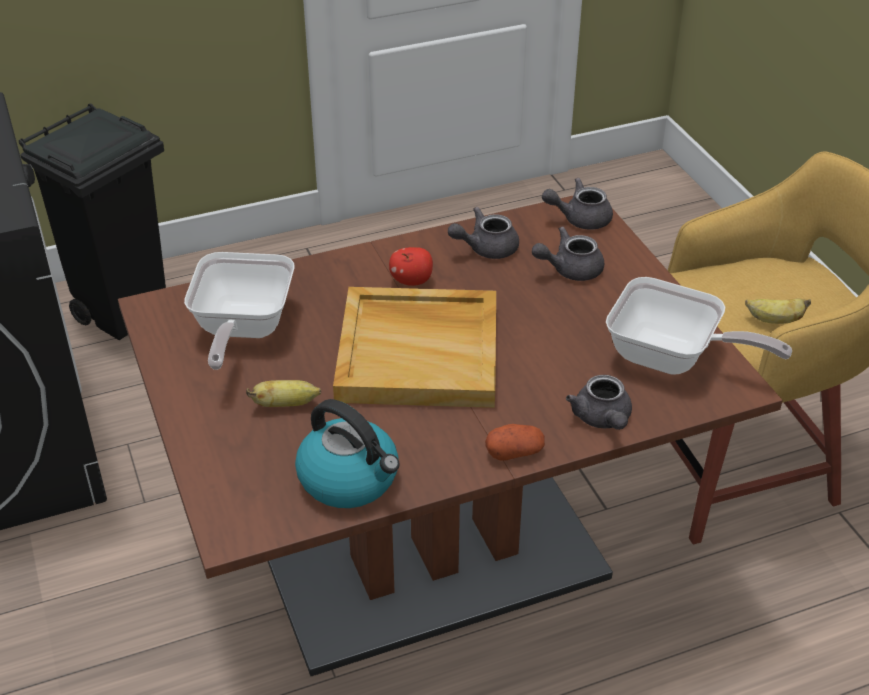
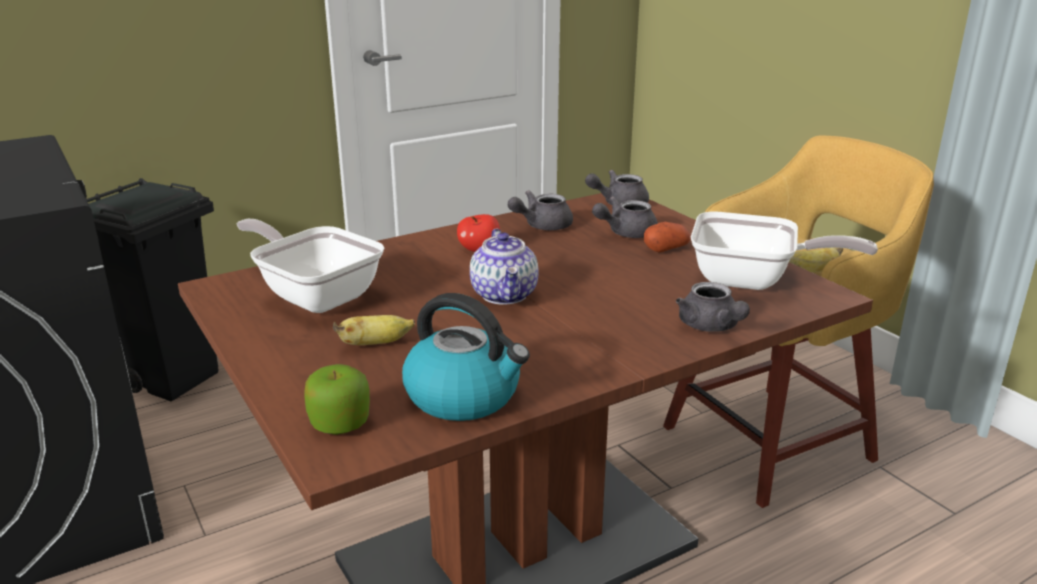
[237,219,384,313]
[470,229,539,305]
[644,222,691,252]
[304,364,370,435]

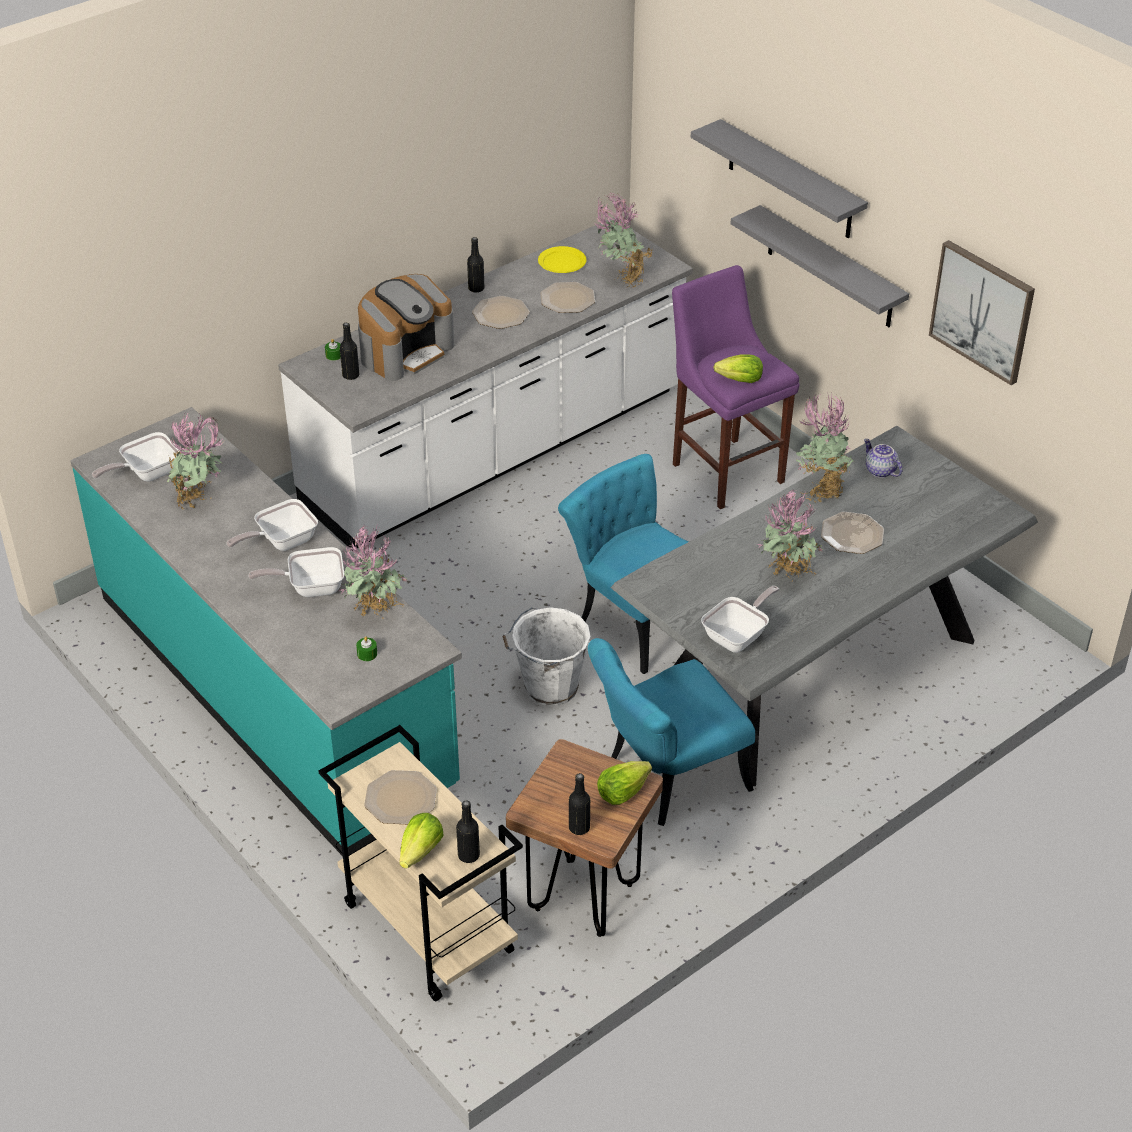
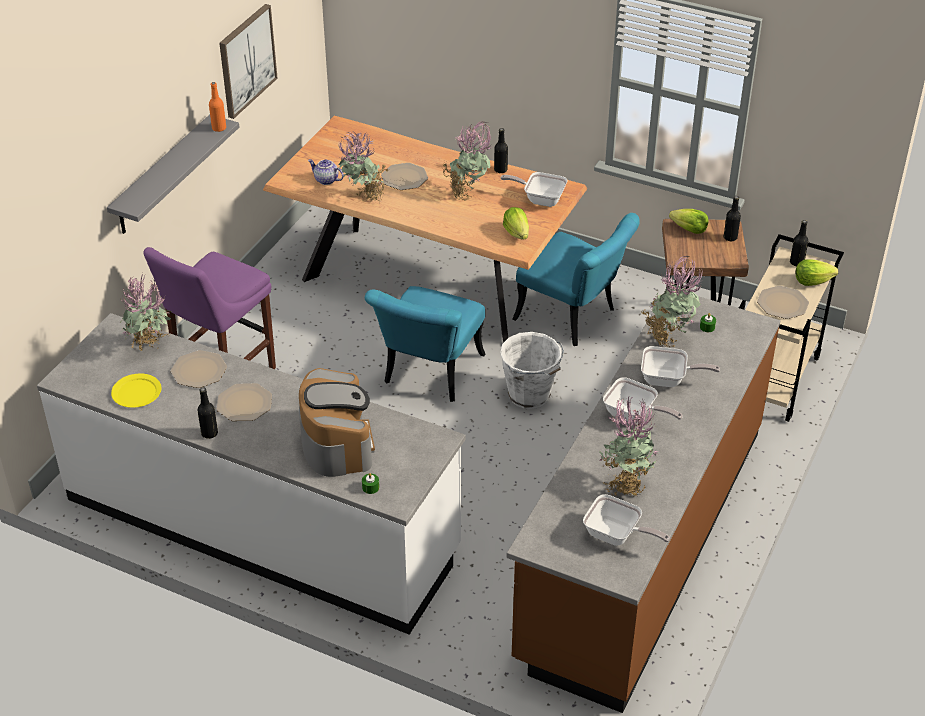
[691,119,868,239] (first image)
[299,368,375,477]
[494,128,508,173]
[503,207,529,240]
[507,296,780,713]
[263,116,587,343]
[308,159,344,185]
[641,346,720,387]
[209,82,226,132]

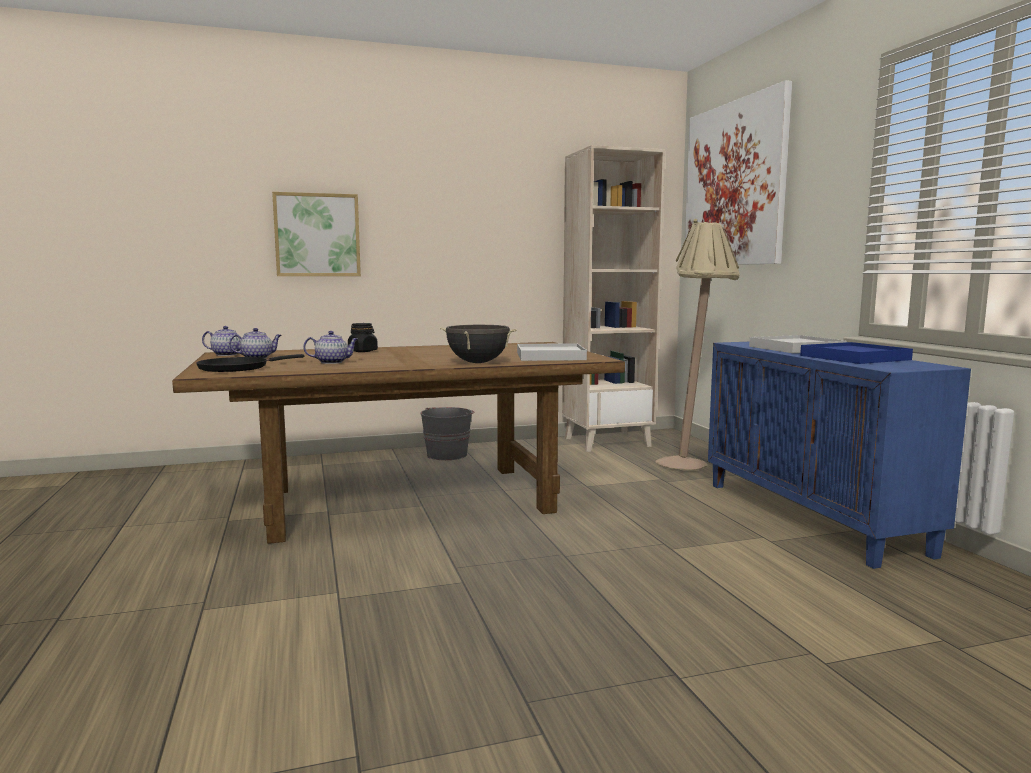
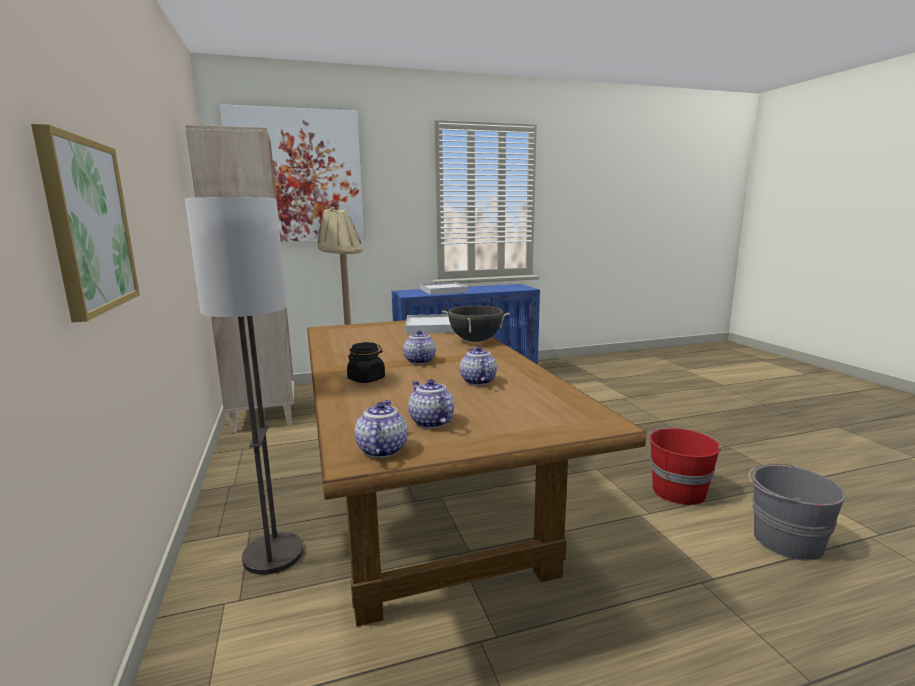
[800,342,913,364] (first image)
[196,354,304,372] (first image)
[749,464,846,560]
[185,197,304,575]
[403,330,436,364]
[649,428,723,505]

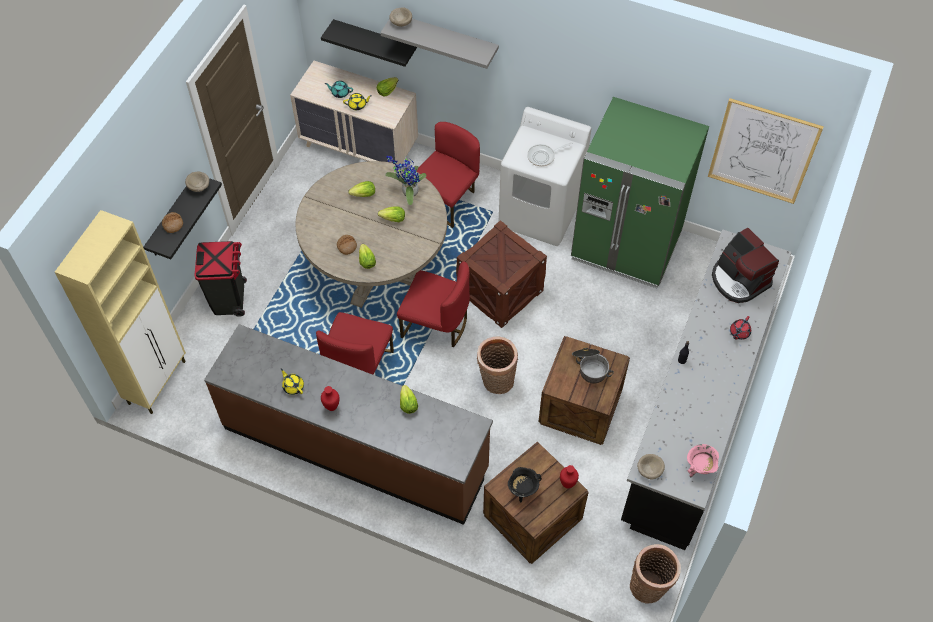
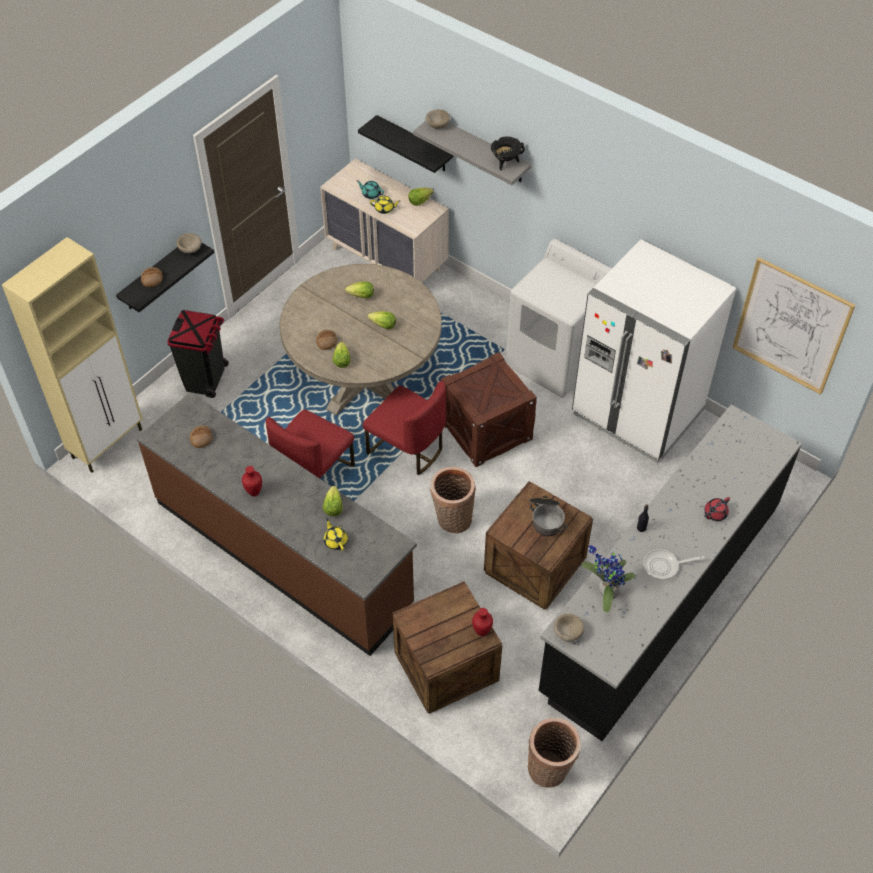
[572,239,736,463]
[416,122,480,228] (first image)
[643,549,705,580]
[582,545,635,612]
[712,228,779,303] (first image)
[324,518,348,551]
[687,444,719,477] (first image)
[491,137,525,170]
[190,425,213,448]

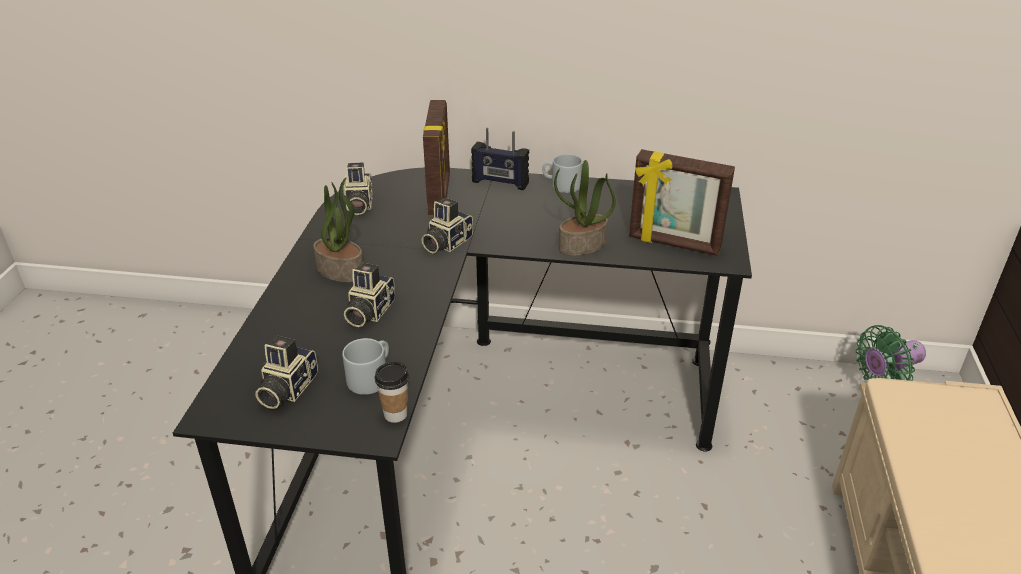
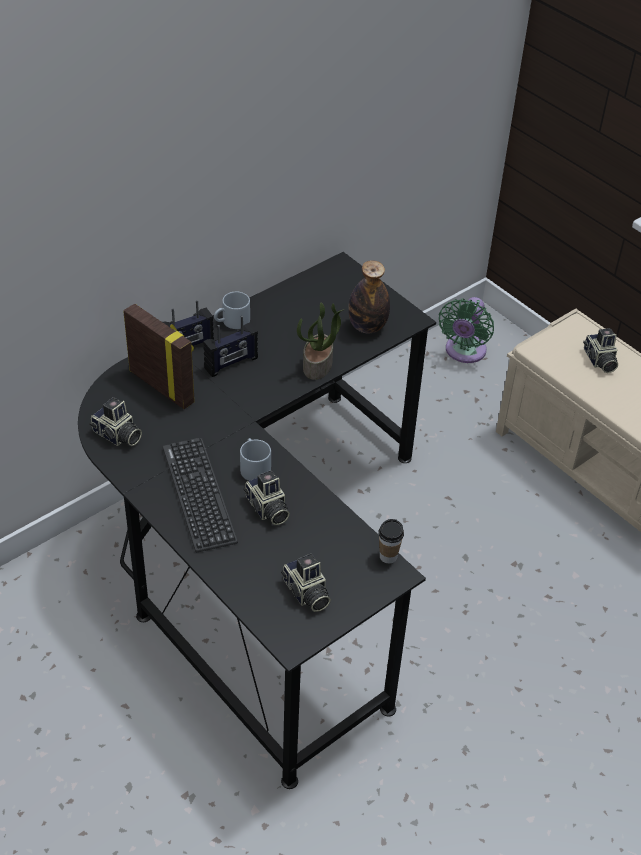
[348,260,390,333]
[163,438,238,552]
[583,328,618,373]
[240,438,271,481]
[203,316,258,377]

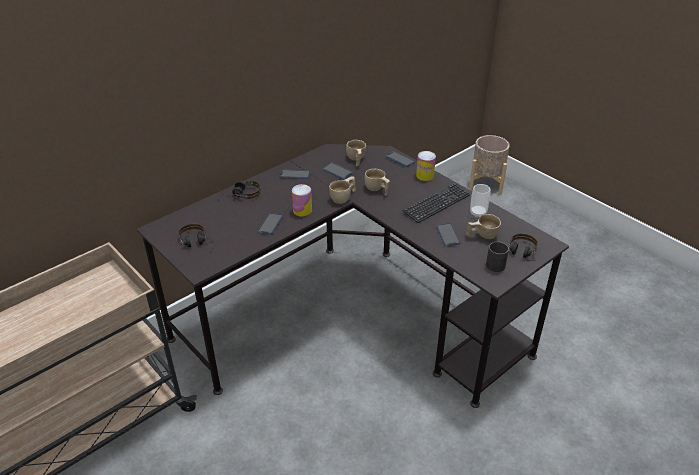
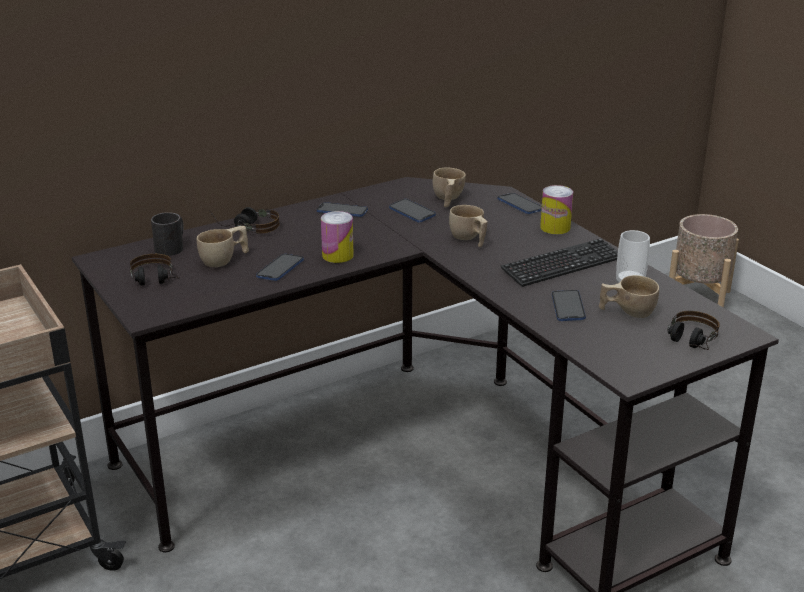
[197,226,249,267]
[151,212,184,256]

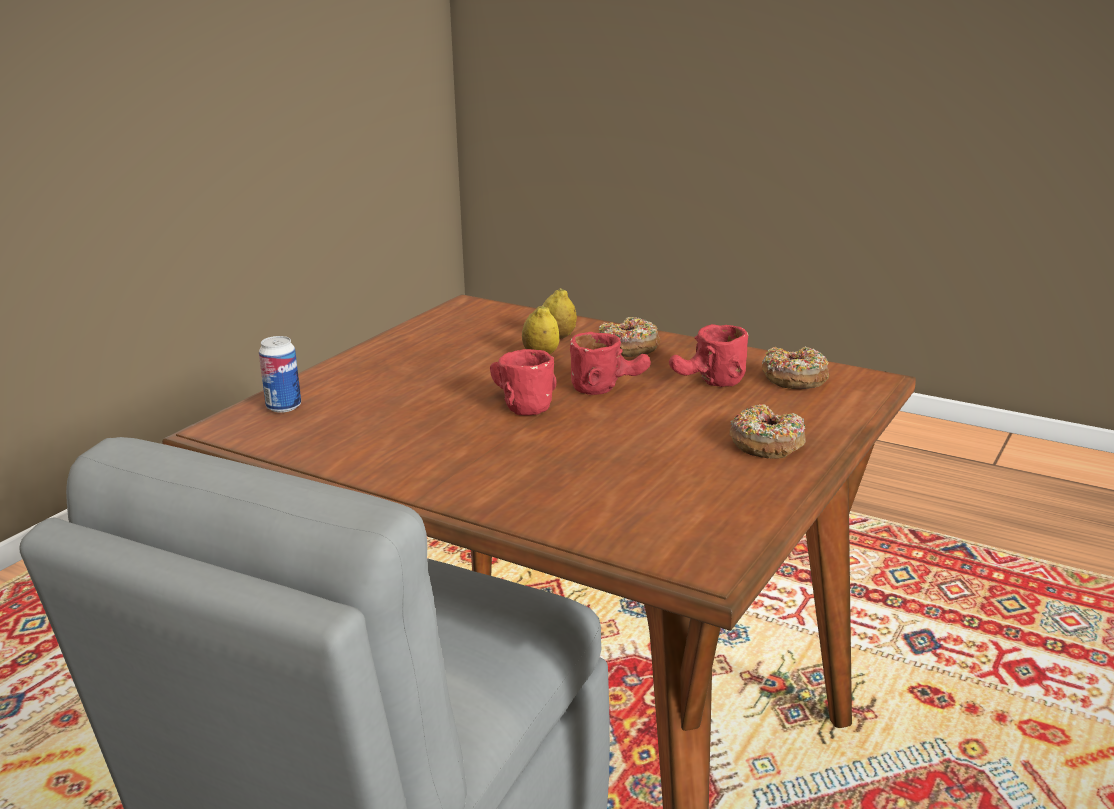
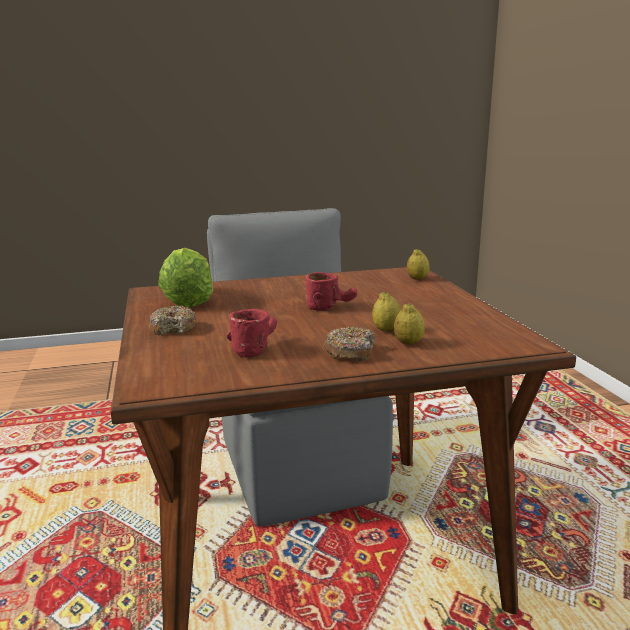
[570,332,651,395] (first image)
[407,249,430,280]
[762,346,829,389] (first image)
[159,248,213,307]

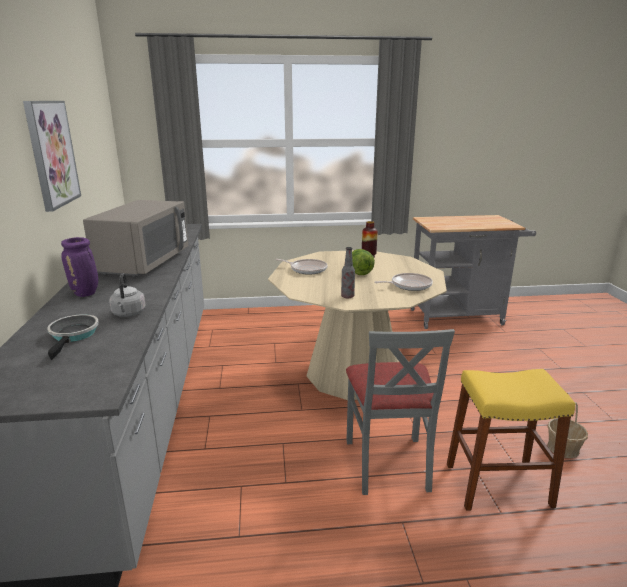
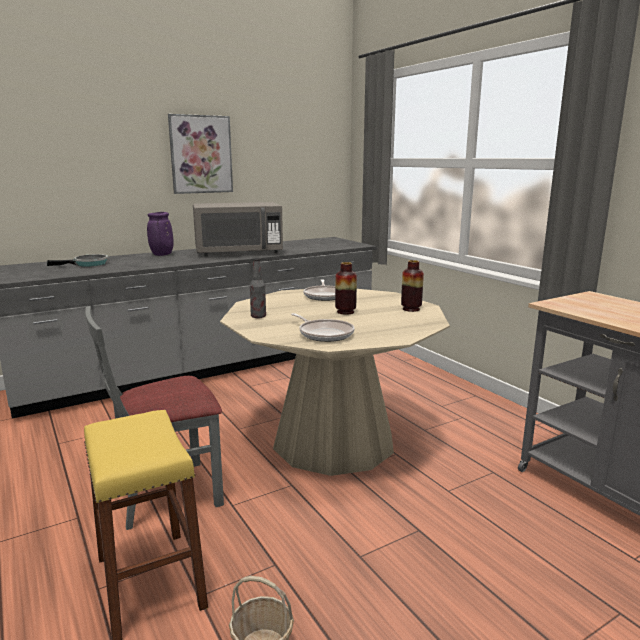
[335,262,357,315]
[109,273,146,317] (first image)

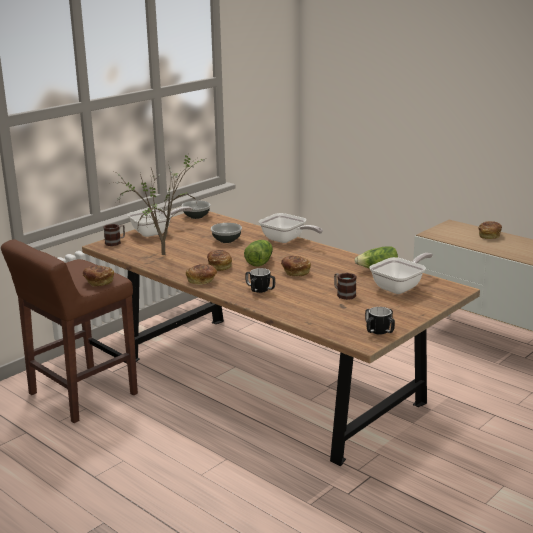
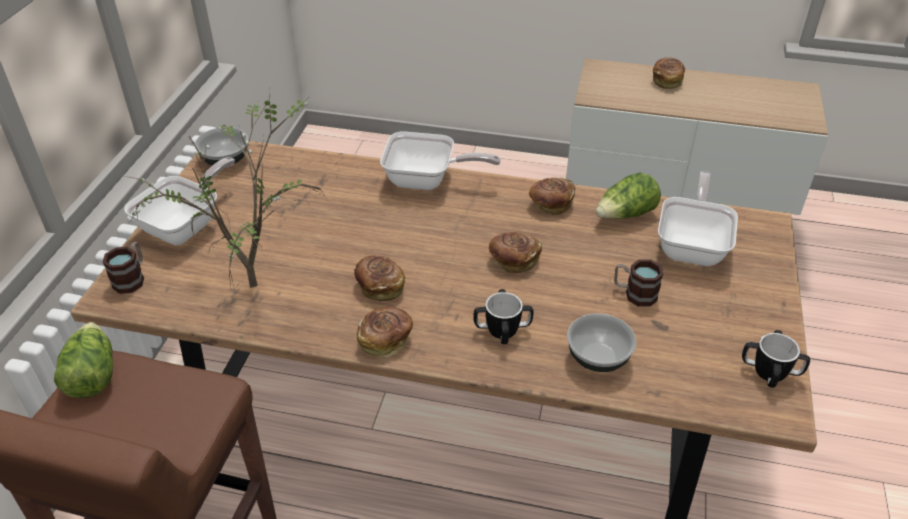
[567,313,636,372]
[54,322,113,398]
[529,178,575,216]

